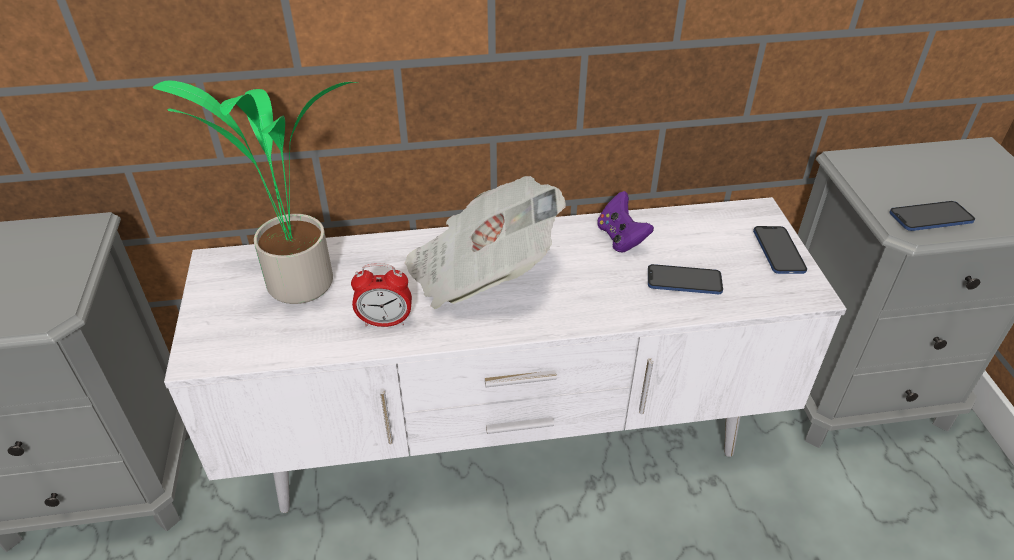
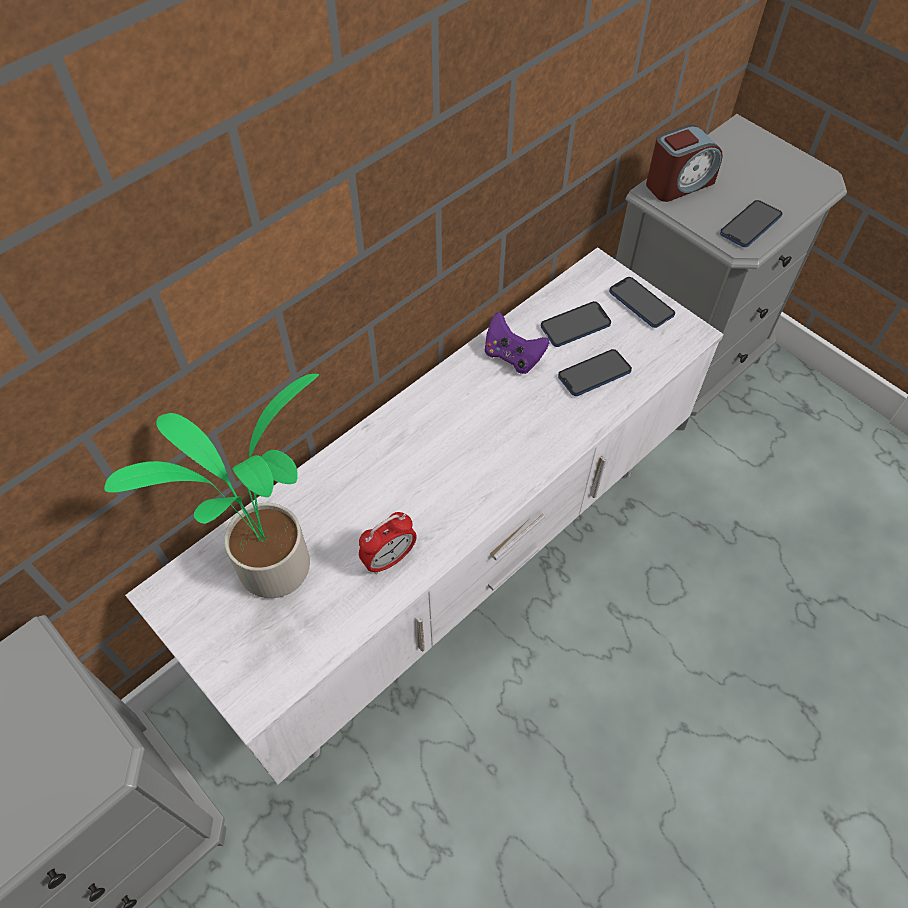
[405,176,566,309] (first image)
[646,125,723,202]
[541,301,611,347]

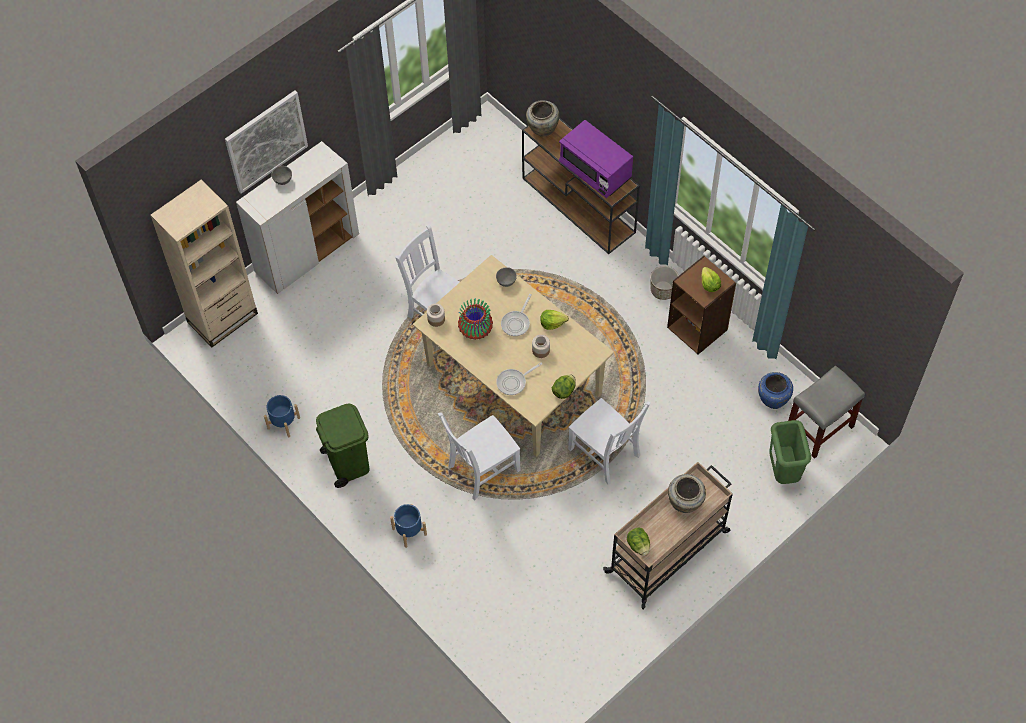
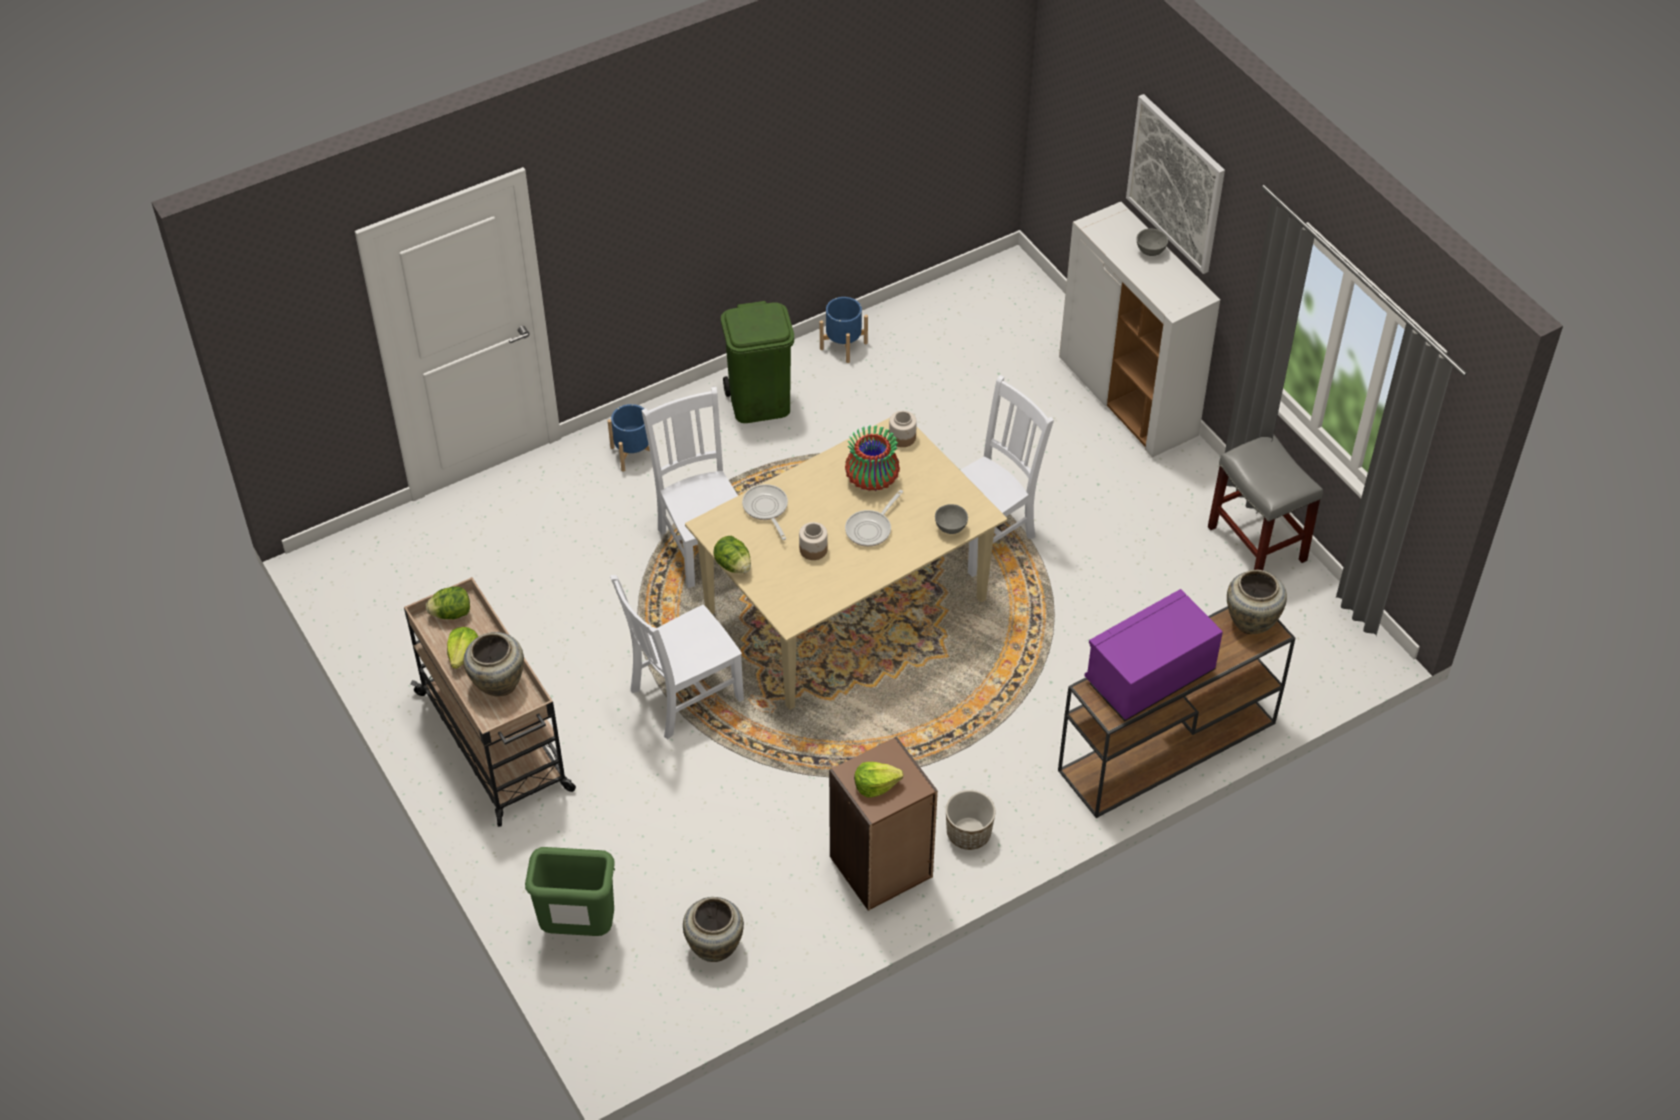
[150,180,258,347] (first image)
[845,490,903,547]
[447,627,478,669]
[1208,435,1323,570]
[683,897,744,962]

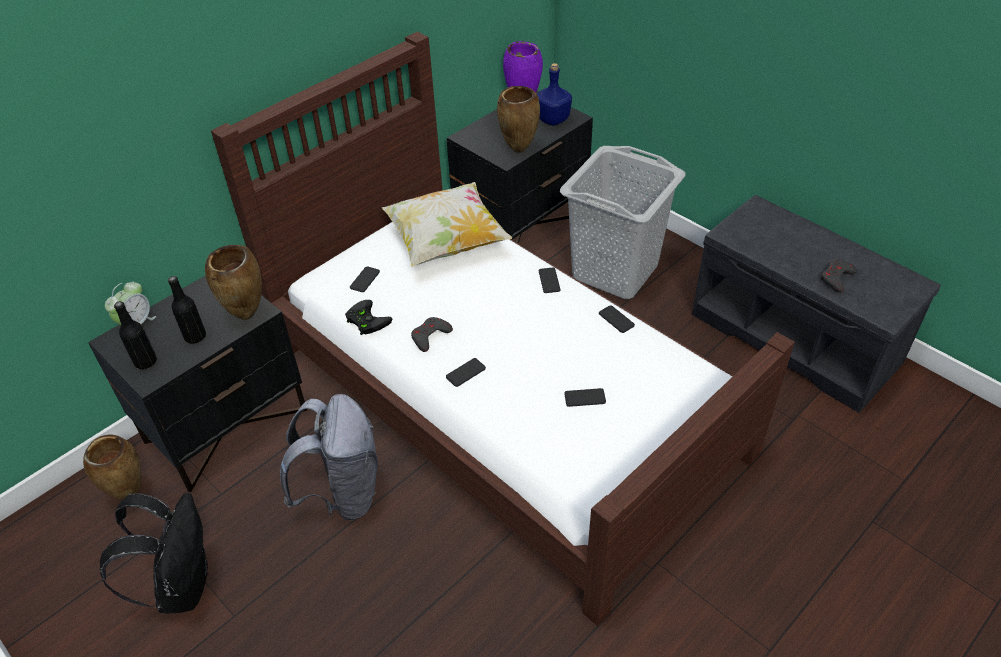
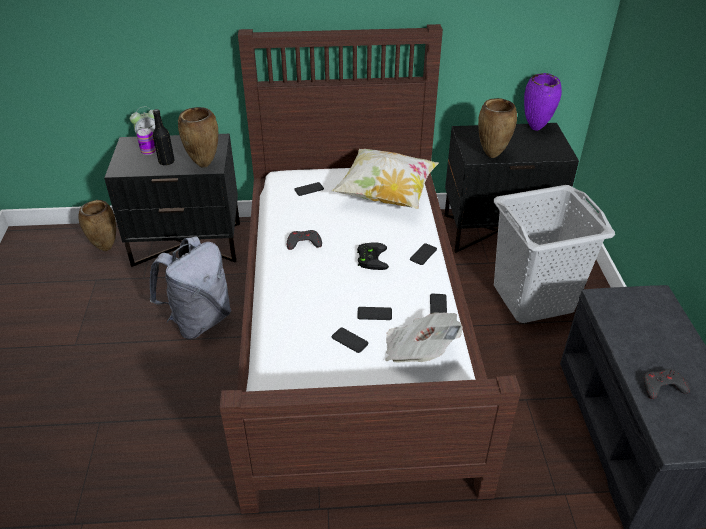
[537,63,572,126] (first image)
[357,242,389,270]
[114,301,157,369] (first image)
[357,307,392,320]
[100,493,208,613] (first image)
[137,128,156,155]
[386,312,463,363]

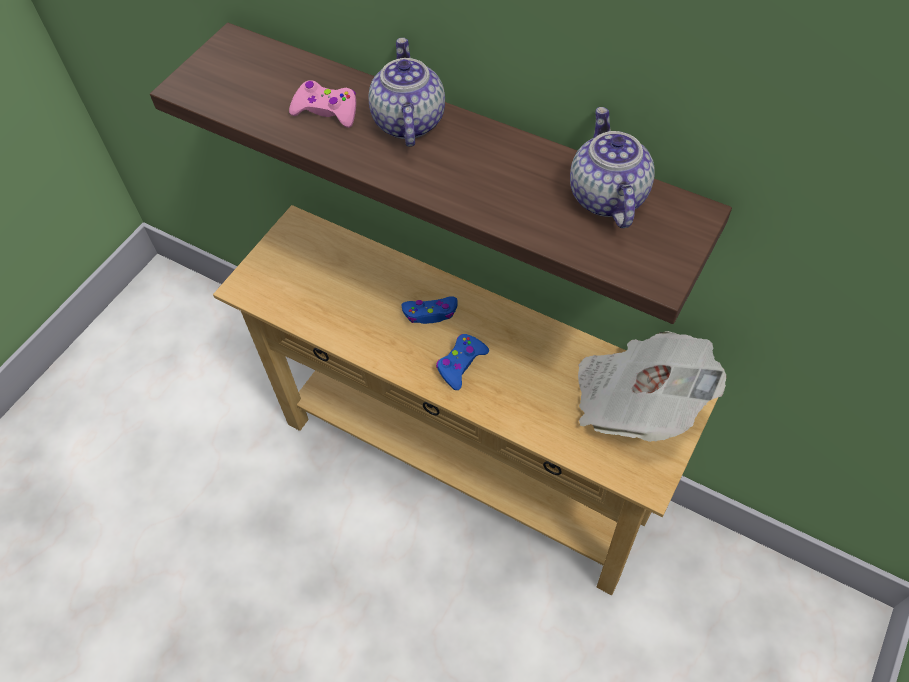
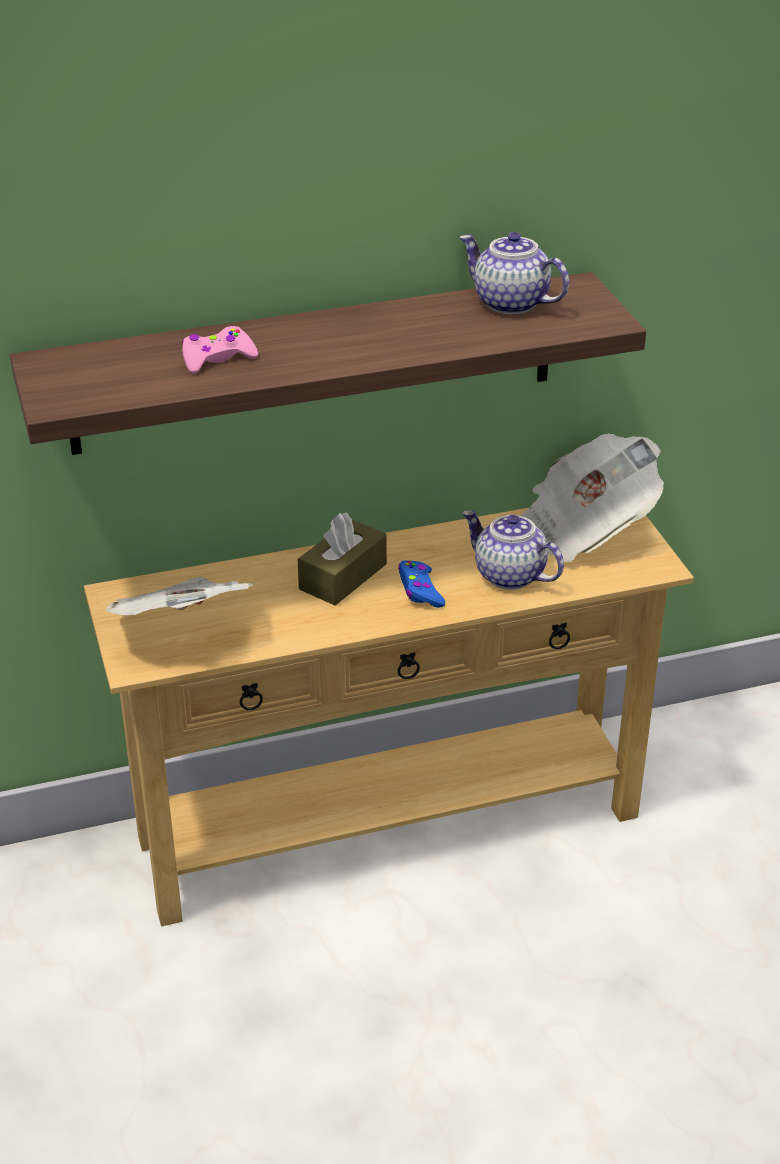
[462,510,564,590]
[298,513,387,605]
[105,577,256,615]

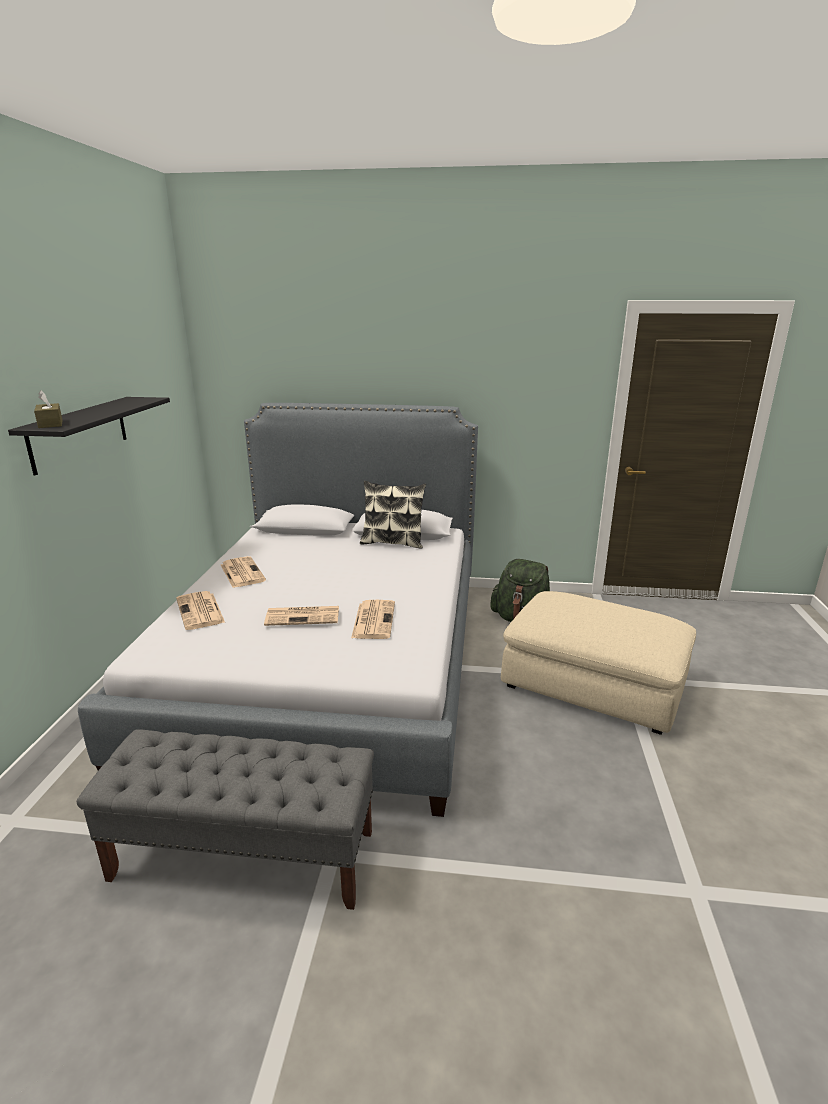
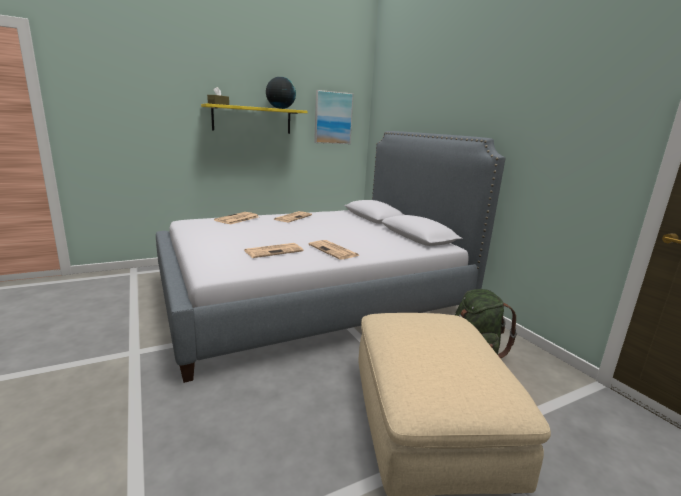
[201,103,308,134]
[360,481,426,549] (first image)
[308,240,360,260]
[77,729,374,910] (first image)
[266,77,296,109]
[314,90,354,144]

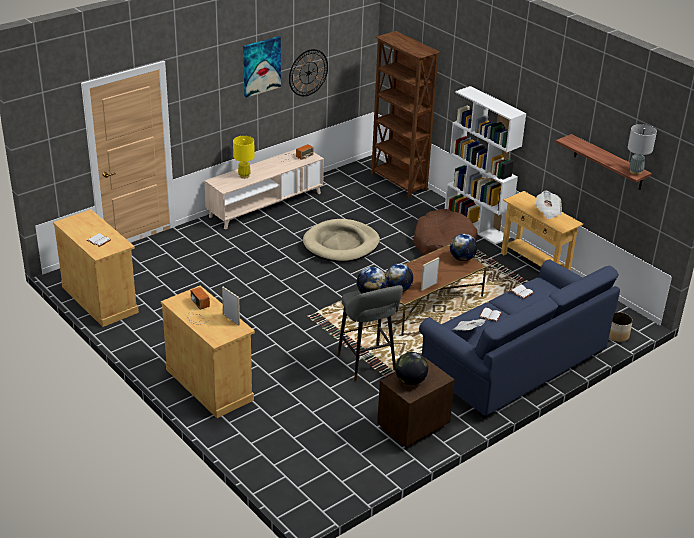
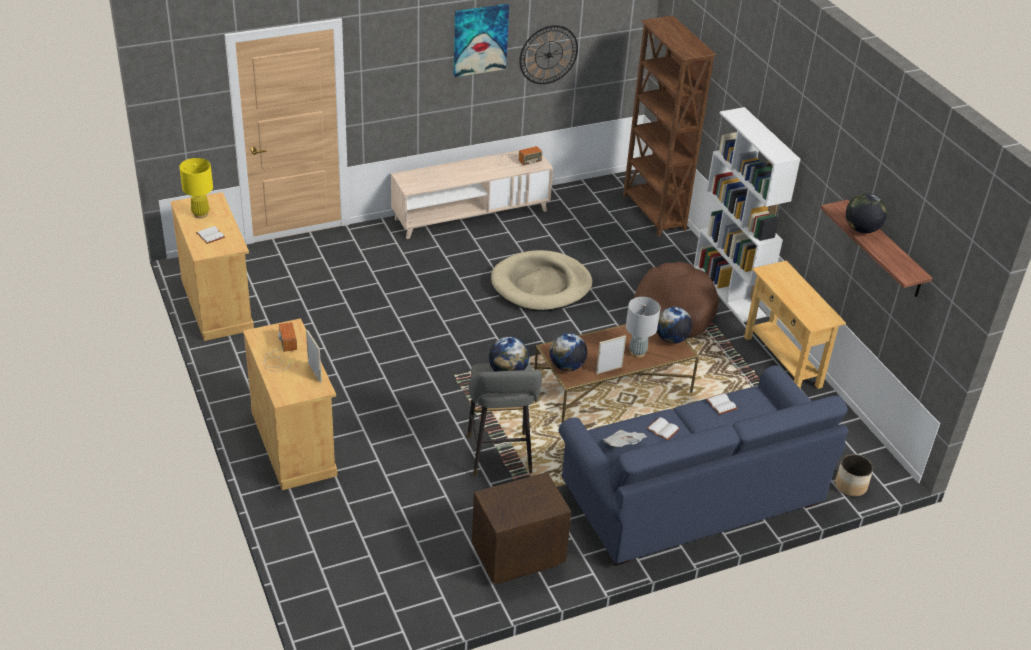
[626,297,660,358]
[179,158,213,218]
[536,191,562,219] (first image)
[846,193,887,233]

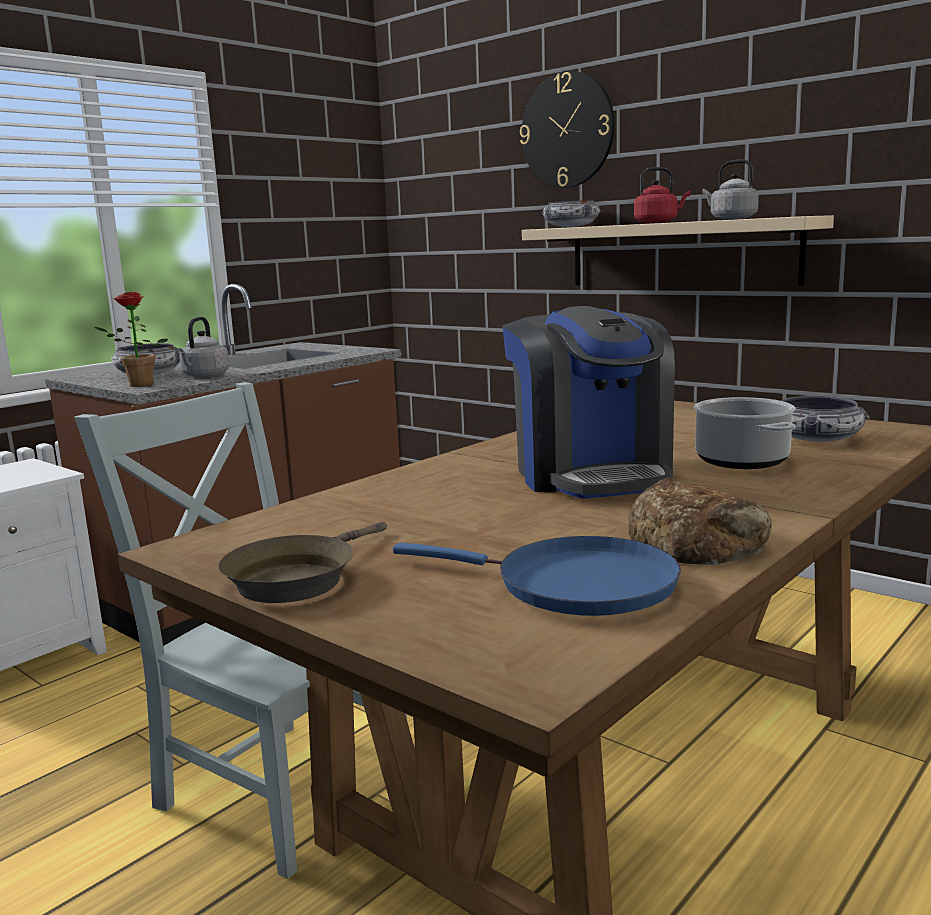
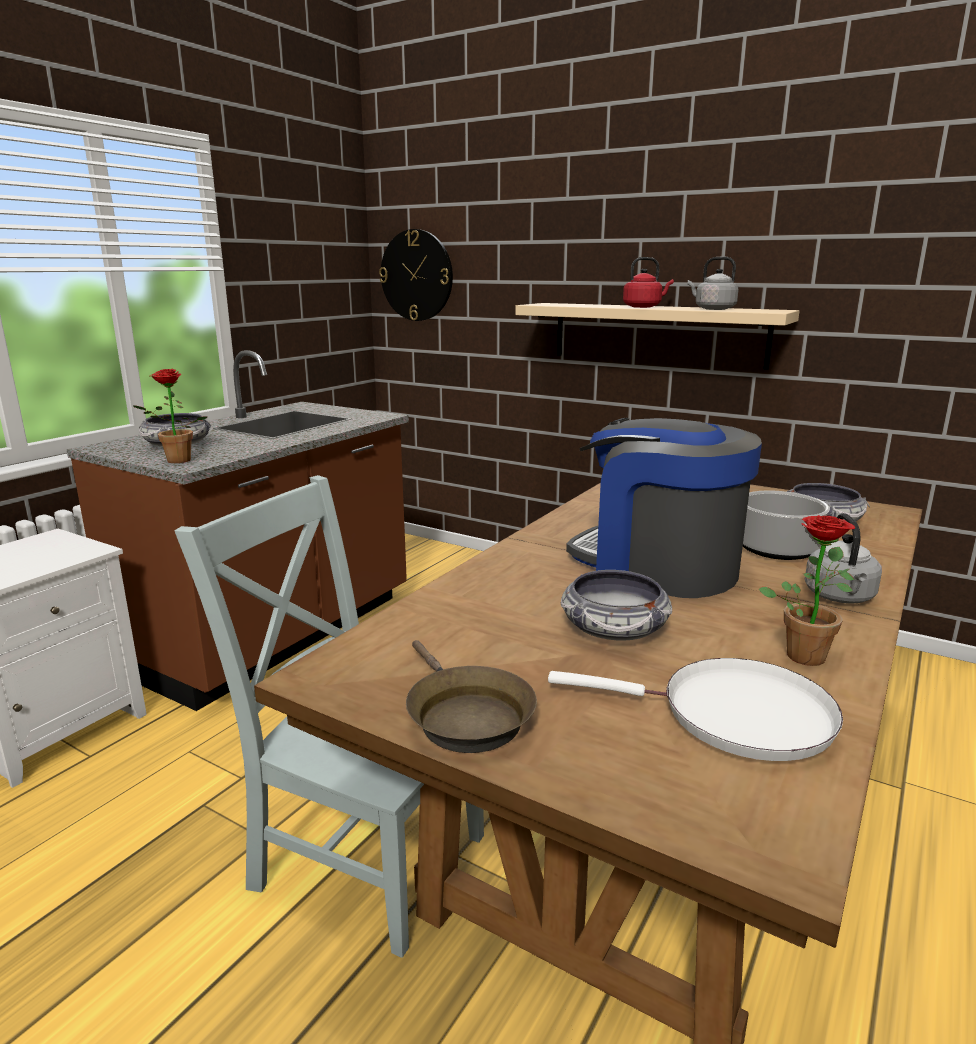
[379,229,453,321]
[561,570,672,641]
[566,418,762,598]
[805,513,882,604]
[758,515,855,666]
[406,640,537,753]
[548,658,843,761]

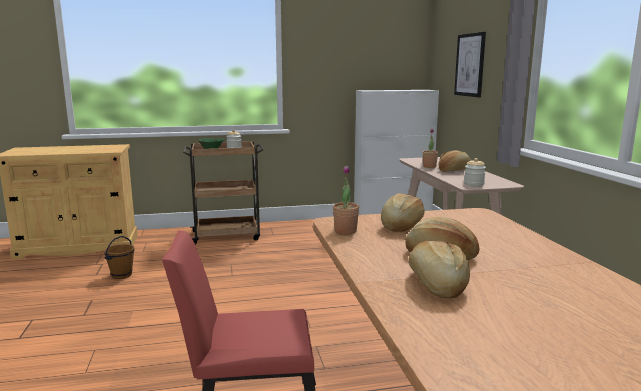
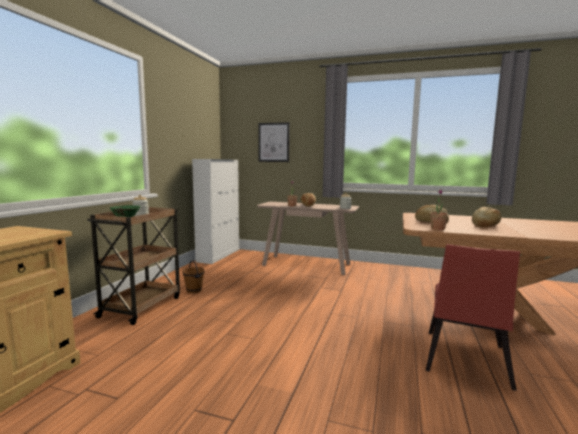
[182,261,205,293]
[408,241,470,299] (first image)

